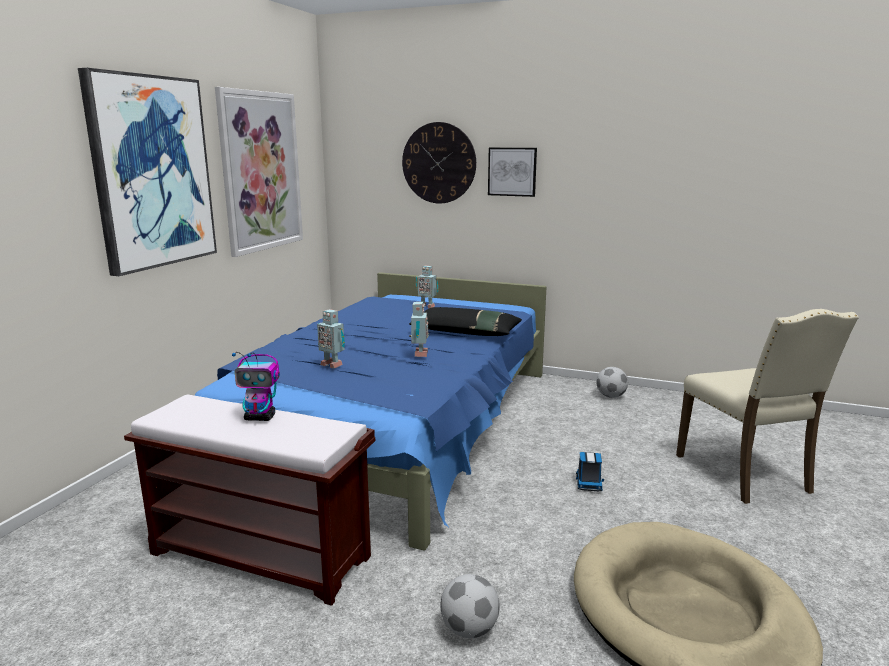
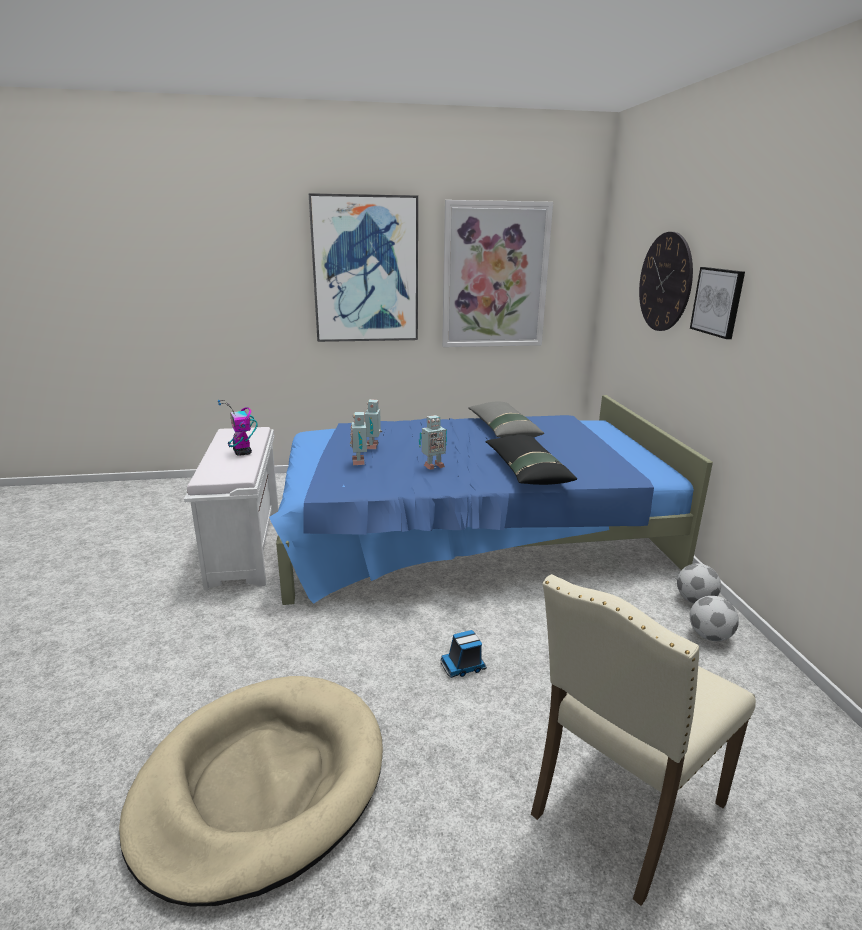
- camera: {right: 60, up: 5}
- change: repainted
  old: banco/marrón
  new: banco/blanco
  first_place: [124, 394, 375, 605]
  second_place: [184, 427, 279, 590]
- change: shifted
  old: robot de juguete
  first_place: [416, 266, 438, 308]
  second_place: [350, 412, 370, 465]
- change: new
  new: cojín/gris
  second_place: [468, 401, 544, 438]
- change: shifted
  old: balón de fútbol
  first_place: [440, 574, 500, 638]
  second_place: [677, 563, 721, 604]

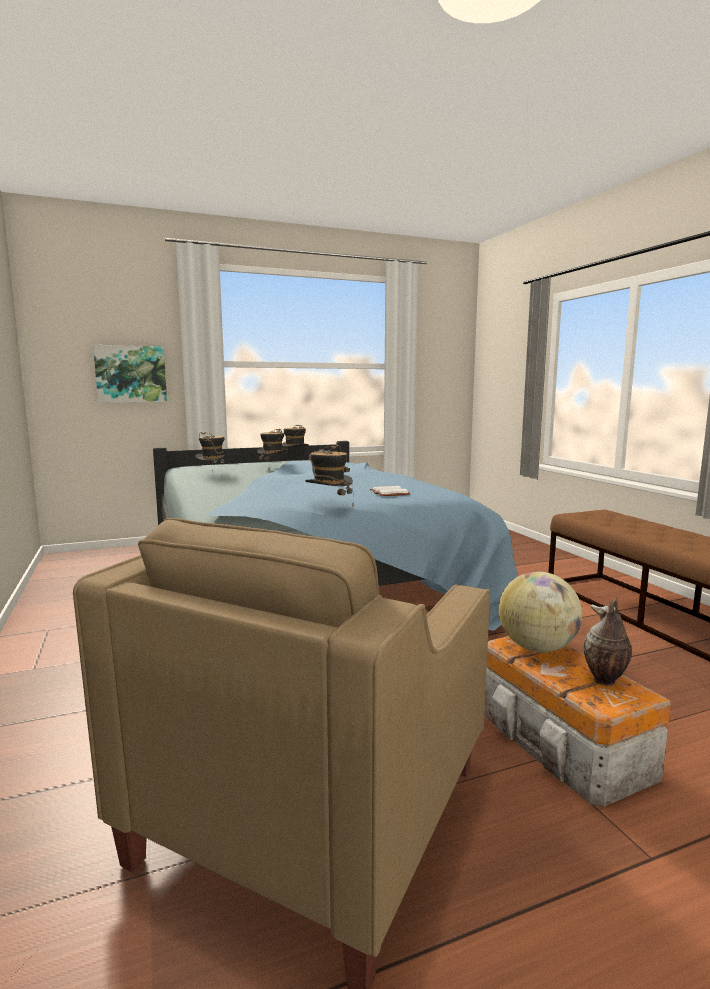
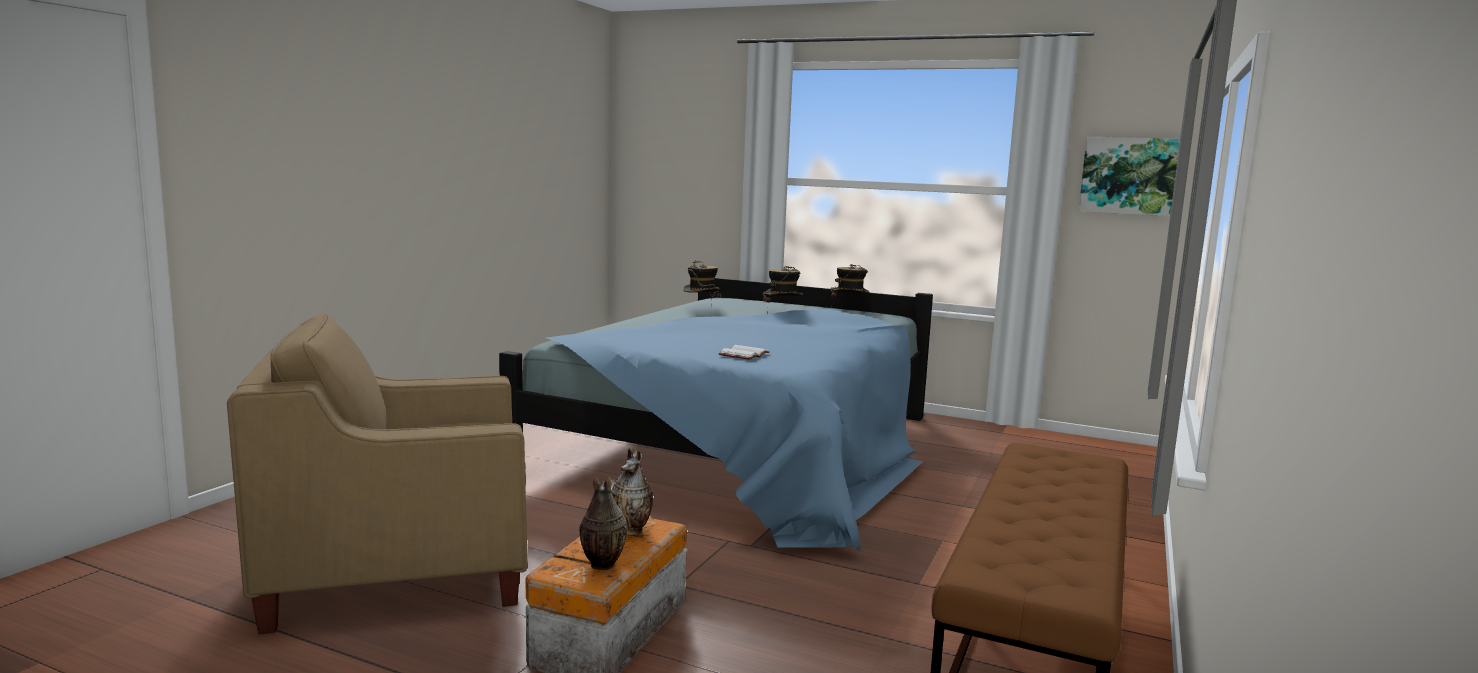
- camera: {right: 45, up: 0}
- change: swapped
  old: globo terráqueo
  new: florero
  first_place: [499, 571, 582, 652]
  second_place: [611, 448, 653, 535]
- change: shifted
  old: cuadro
  first_place: [93, 345, 167, 403]
  second_place: [1079, 137, 1180, 216]
- change: gone
  old: sombrero
  first_place: [305, 445, 353, 506]

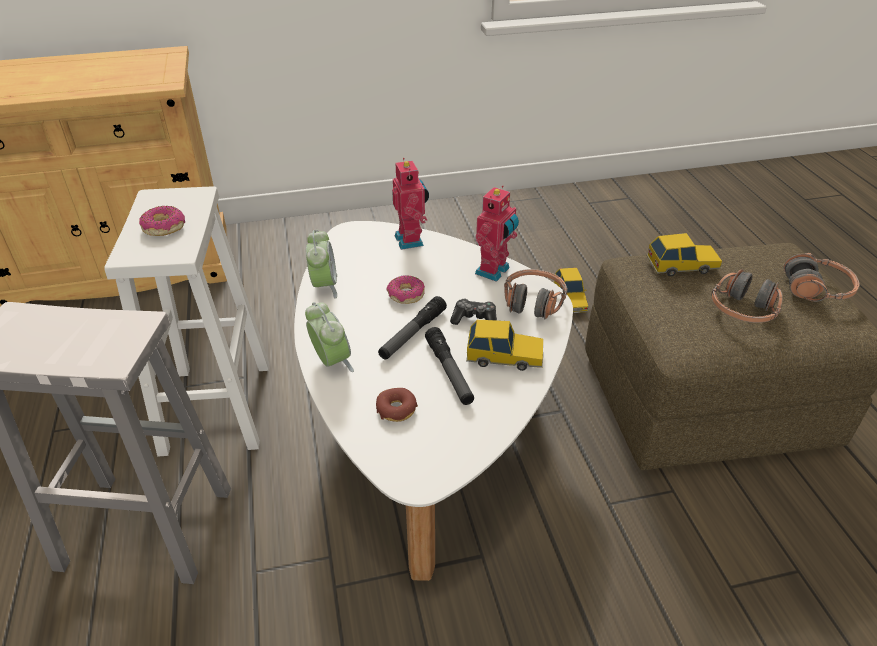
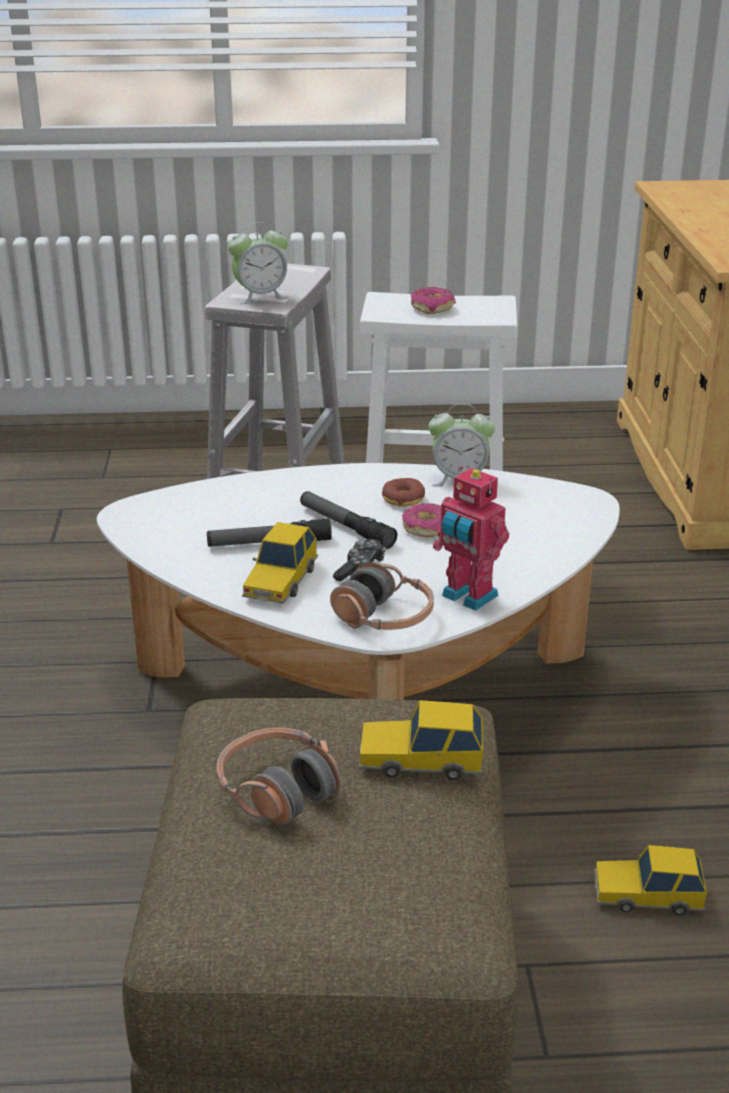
- camera: {right: 100, up: -10}
- change: shifted
  old: despertador
  first_place: [305, 302, 354, 372]
  second_place: [228, 222, 289, 304]
- change: rotated
  old: coche de juguete
  first_place: [646, 233, 722, 276]
  second_place: [359, 700, 483, 780]
  degrees: 90
- change: shifted
  old: rosquilla
  first_place: [376, 388, 418, 422]
  second_place: [382, 478, 425, 506]
- change: gone
  old: robot de juguete
  first_place: [392, 158, 429, 250]
- change: gone
  old: auriculares
  first_place: [784, 253, 859, 302]

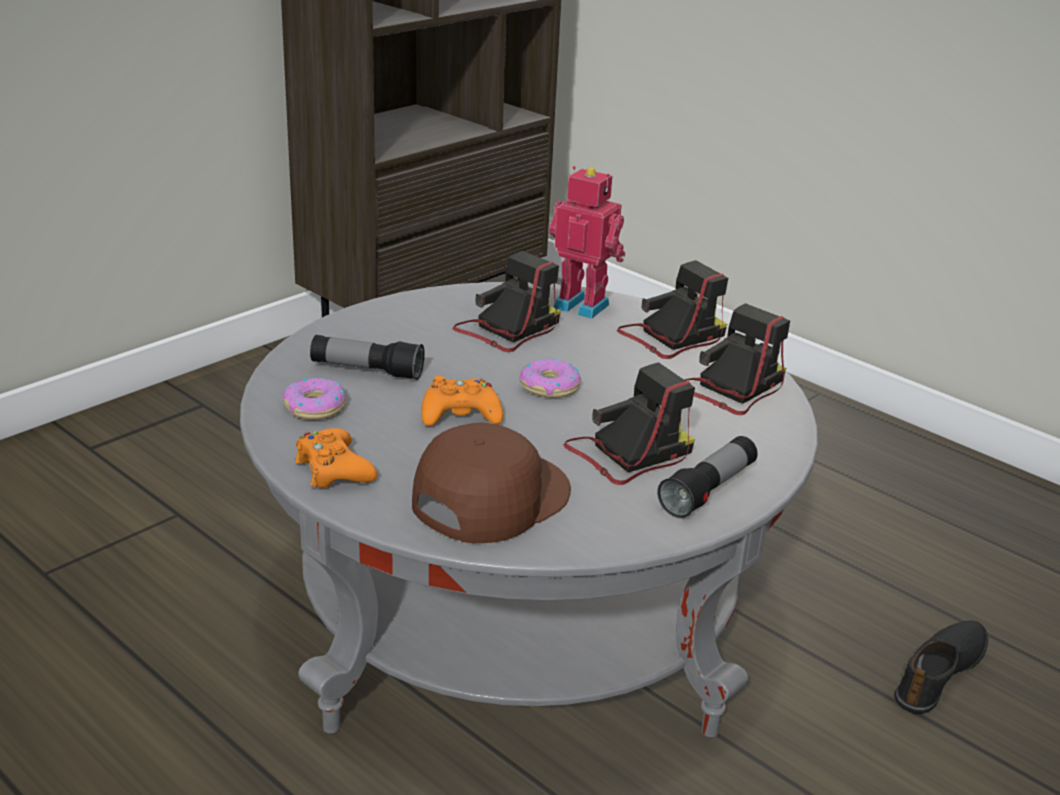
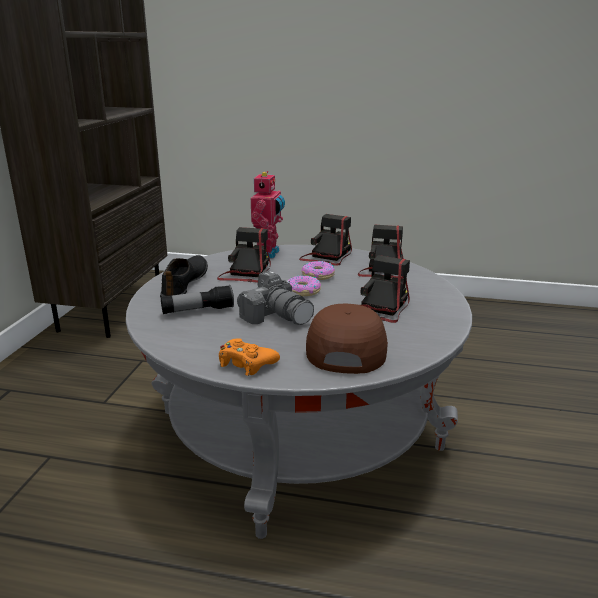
- camera: {right: -30, up: -5}
- change: shifted
  old: zapato/negro
  first_place: [894, 620, 988, 714]
  second_place: [160, 255, 208, 298]
- change: swapped
  old: mando de consola/naranja
  new: cámara
  first_place: [421, 376, 503, 426]
  second_place: [237, 271, 314, 325]
- change: rotated
  old: robot de juguete
  first_place: [549, 166, 625, 319]
  second_place: [251, 171, 285, 259]
  degrees: 105
- change: shifted
  old: rosquilla
  first_place: [282, 378, 346, 420]
  second_place: [301, 261, 335, 280]
- change: gone
  old: linterna
  first_place: [657, 436, 758, 518]

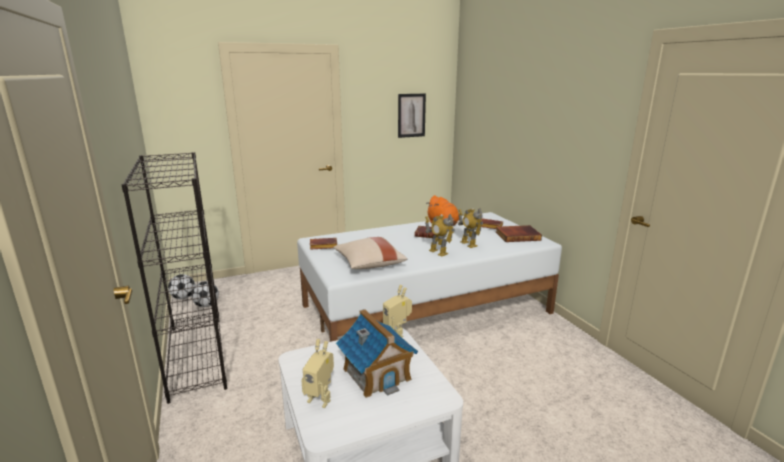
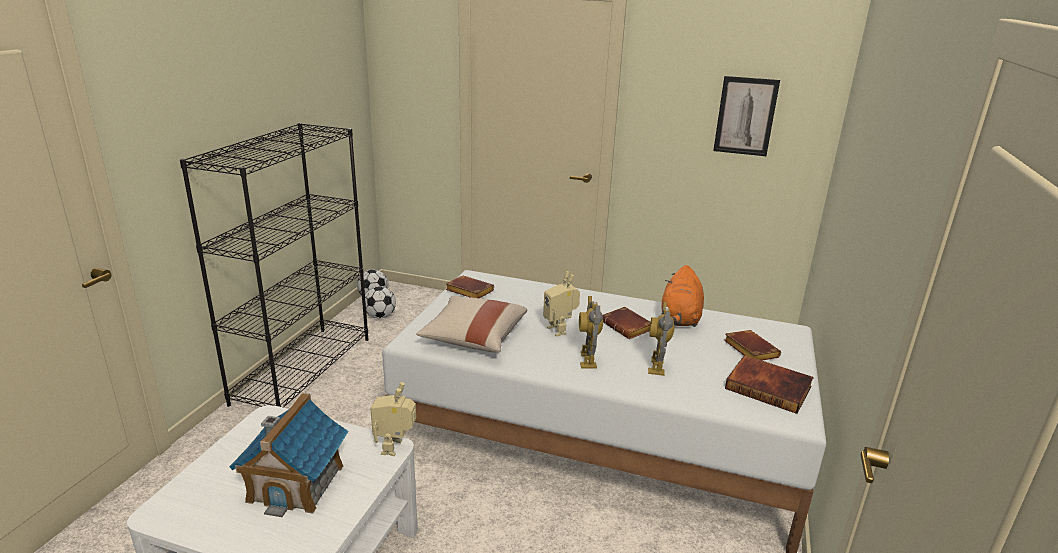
- camera: {right: 40, up: 5}
- change: shifted
  old: robot de juguete
  first_place: [301, 339, 334, 408]
  second_place: [543, 271, 580, 337]

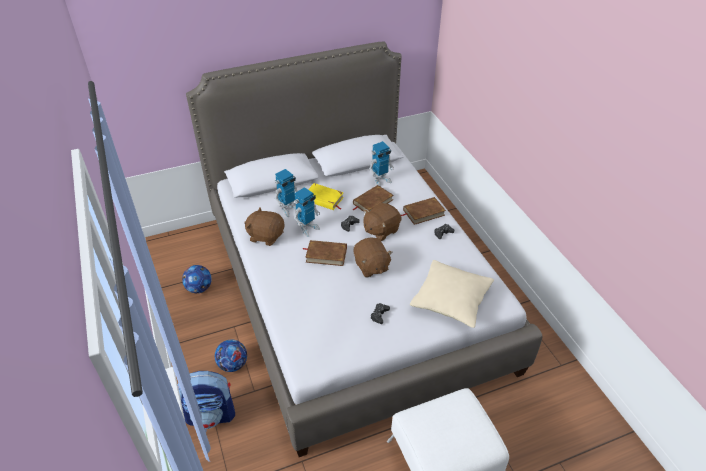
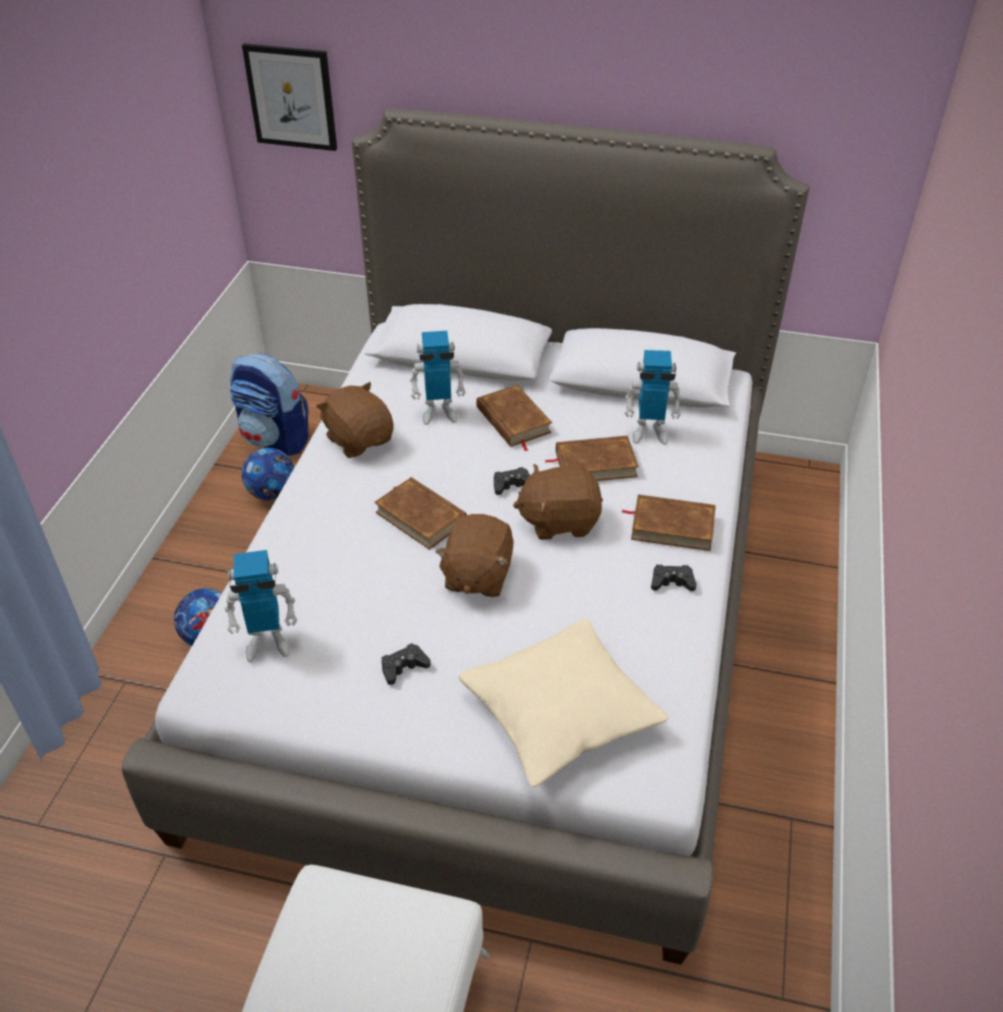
- camera: {right: 35, up: 0}
- change: shifted
  old: robot de juguete
  first_place: [294, 187, 320, 237]
  second_place: [225, 550, 297, 662]
- change: shifted
  old: mochila
  first_place: [178, 371, 235, 429]
  second_place: [230, 353, 309, 456]
- change: new
  new: cuadro
  second_place: [242, 44, 337, 151]
- change: repainted
  old: libro/amarillo
  new: libro/marrón
  first_place: [308, 183, 344, 210]
  second_place: [476, 385, 552, 452]

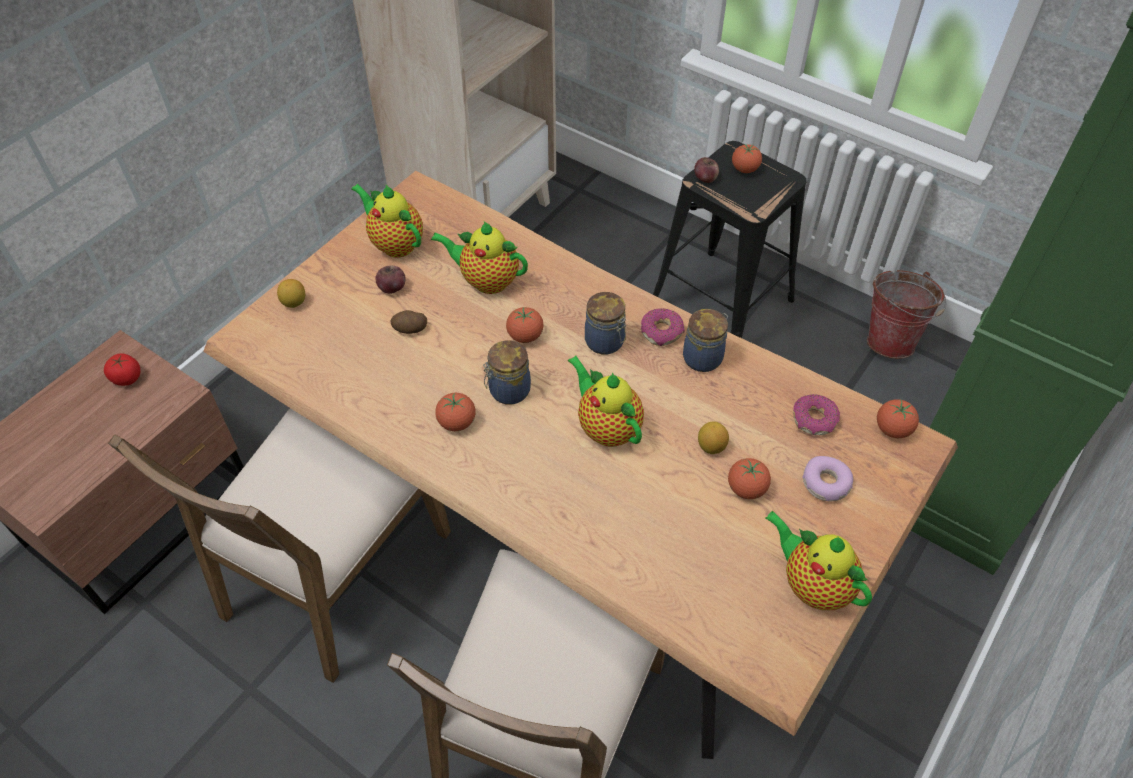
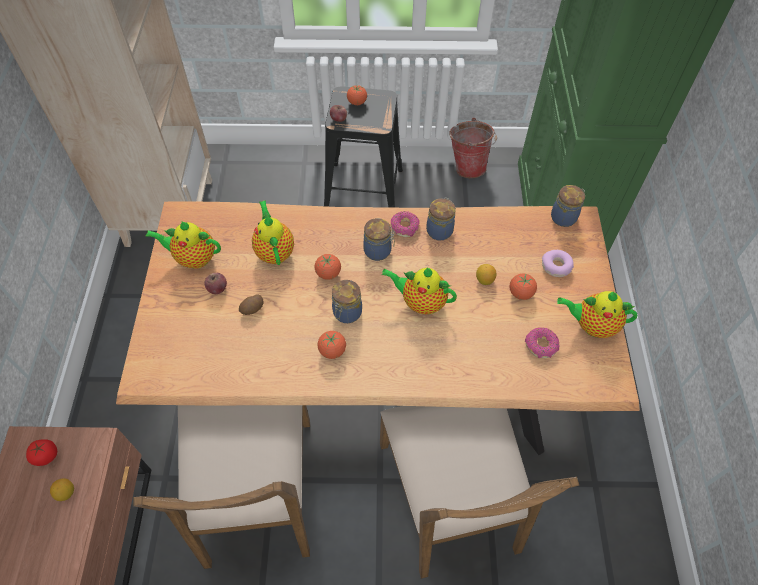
- camera: {right: -35, up: 5}
- change: shifted
  old: limón
  first_place: [277, 279, 305, 308]
  second_place: [50, 478, 74, 501]
- change: rotated
  old: tetera
  first_place: [431, 221, 528, 294]
  second_place: [252, 200, 294, 265]
  degrees: 90
- change: shifted
  old: rosquilla
  first_place: [793, 394, 840, 435]
  second_place: [525, 328, 559, 359]
- change: swapped
  old: tomate
  new: tarro
  first_place: [877, 399, 919, 438]
  second_place: [551, 185, 585, 227]

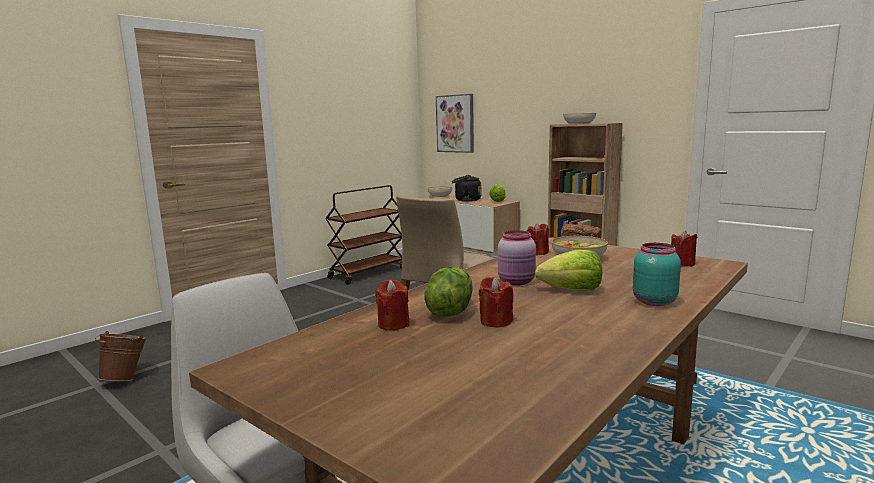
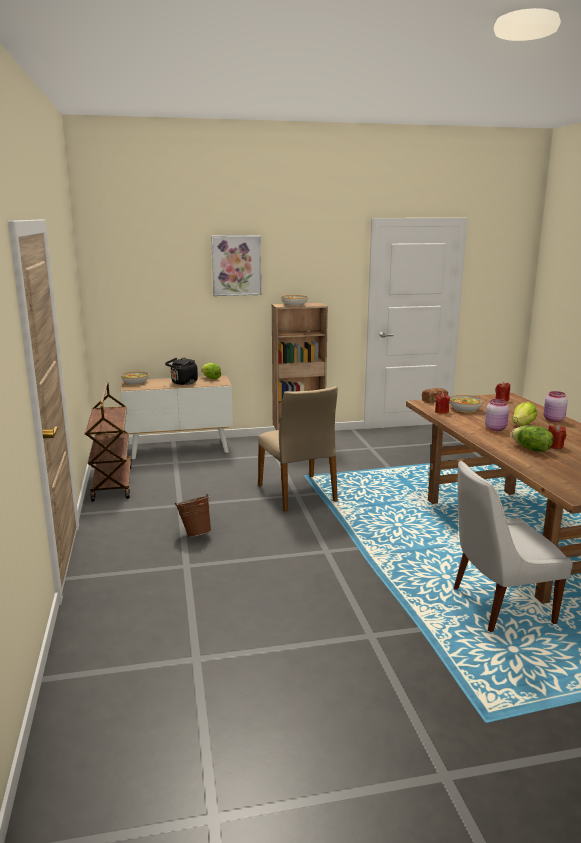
- camera: {right: -55, up: 5}
- change: shifted
  old: cubo/marrón
  first_place: [95, 331, 147, 381]
  second_place: [175, 494, 212, 537]
- change: shifted
  old: cuadro
  first_place: [436, 94, 474, 153]
  second_place: [211, 235, 261, 296]
- change: repainted
  old: tarro/turquesa
  new: tarro/rosa
  first_place: [633, 243, 681, 306]
  second_place: [544, 391, 568, 422]
- change: gone
  old: vela/rojo
  first_place: [375, 279, 410, 330]

